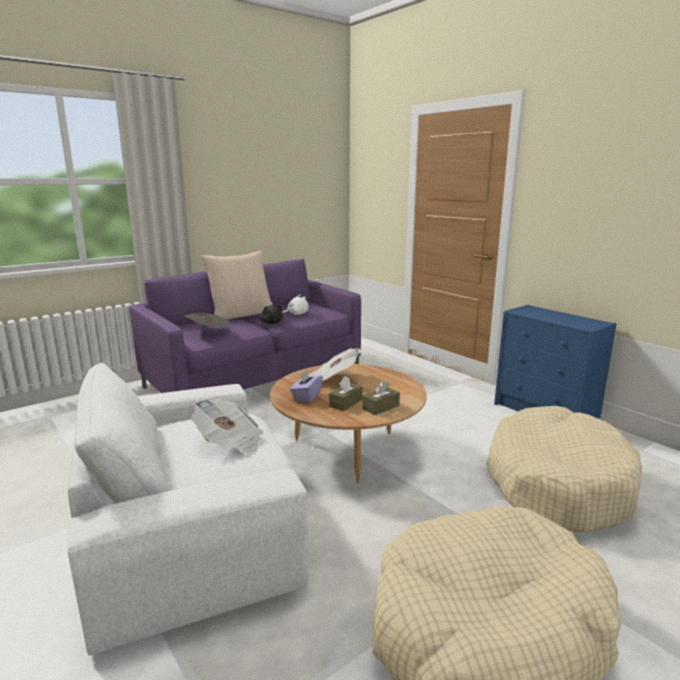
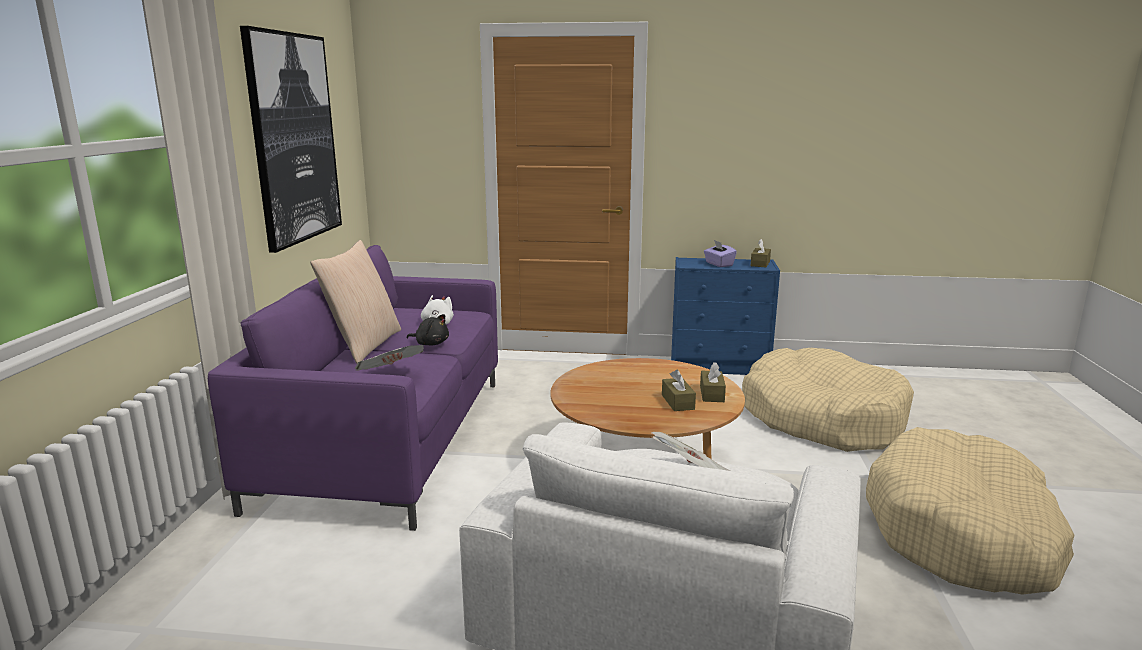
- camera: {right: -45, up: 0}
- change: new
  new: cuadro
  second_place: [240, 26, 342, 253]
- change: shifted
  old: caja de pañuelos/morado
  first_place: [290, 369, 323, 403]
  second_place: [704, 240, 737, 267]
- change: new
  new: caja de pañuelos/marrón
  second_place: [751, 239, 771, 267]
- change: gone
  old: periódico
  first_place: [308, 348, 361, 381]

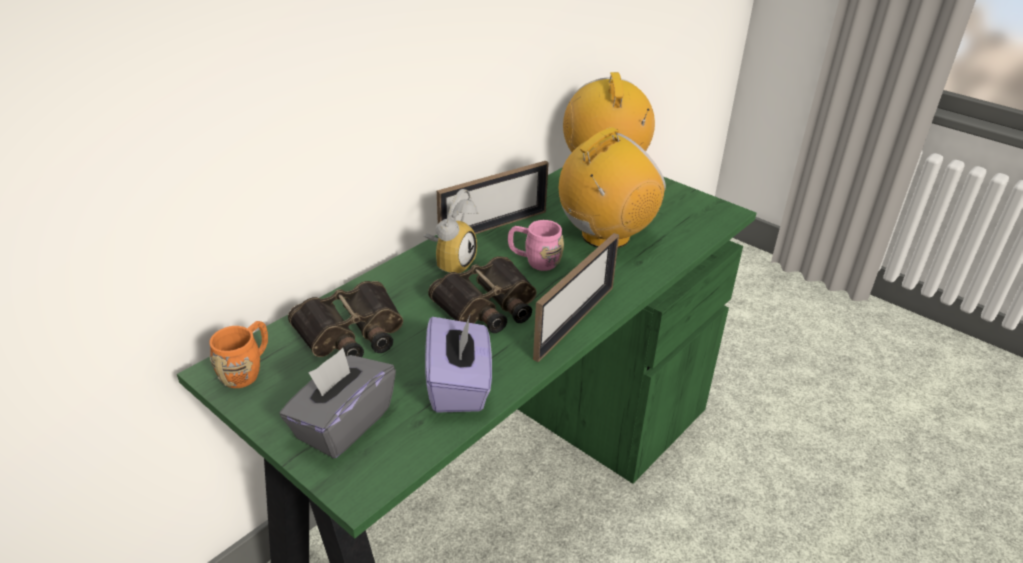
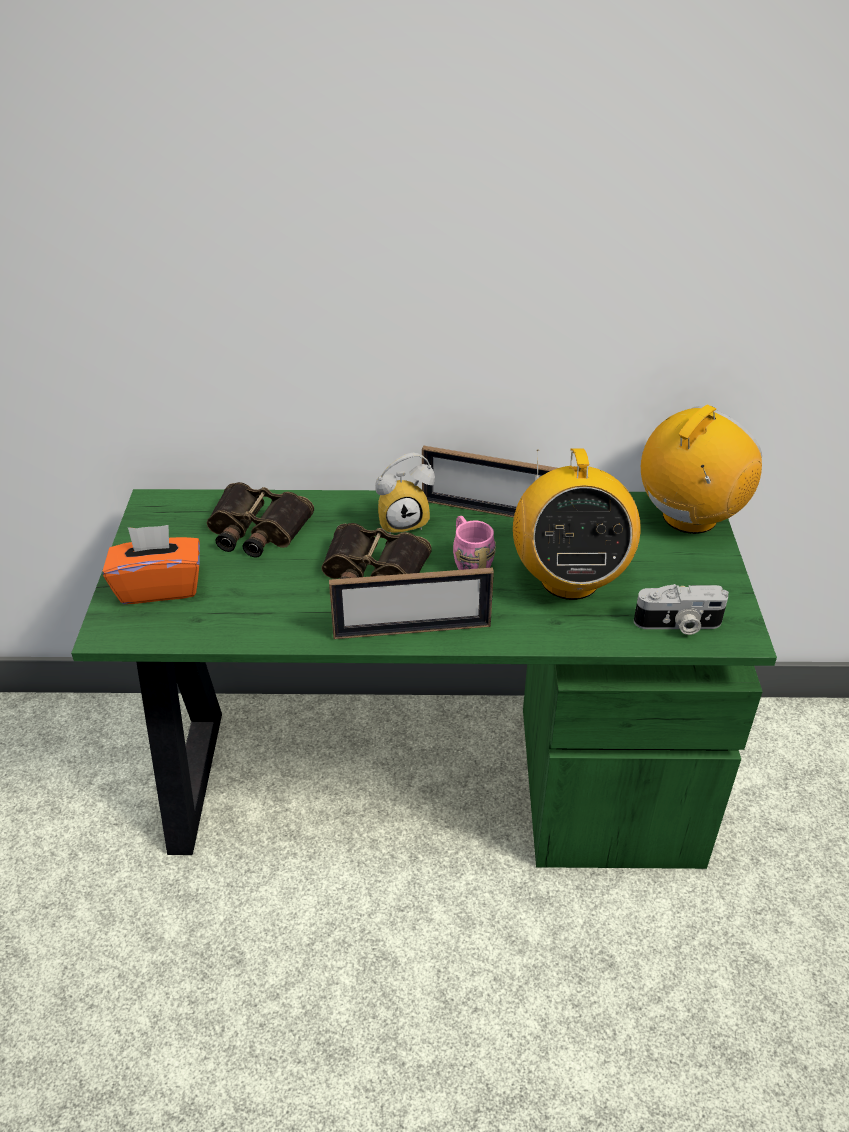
- camera: {right: 50, up: 5}
- change: repainted
  old: caja de pañuelos/gris
  new: caja de pañuelos/naranja
  first_place: [279, 348, 396, 458]
  second_place: [103, 525, 200, 604]
- change: rotated
  old: radio
  first_place: [559, 127, 666, 248]
  second_place: [513, 448, 641, 600]
  degrees: 75
- change: new
  new: cámara
  second_place: [634, 584, 729, 635]
- change: gone
  old: taza grande/naranja
  first_place: [209, 321, 268, 388]
- change: gone
  old: caja de pañuelos/morado
  first_place: [425, 316, 492, 413]

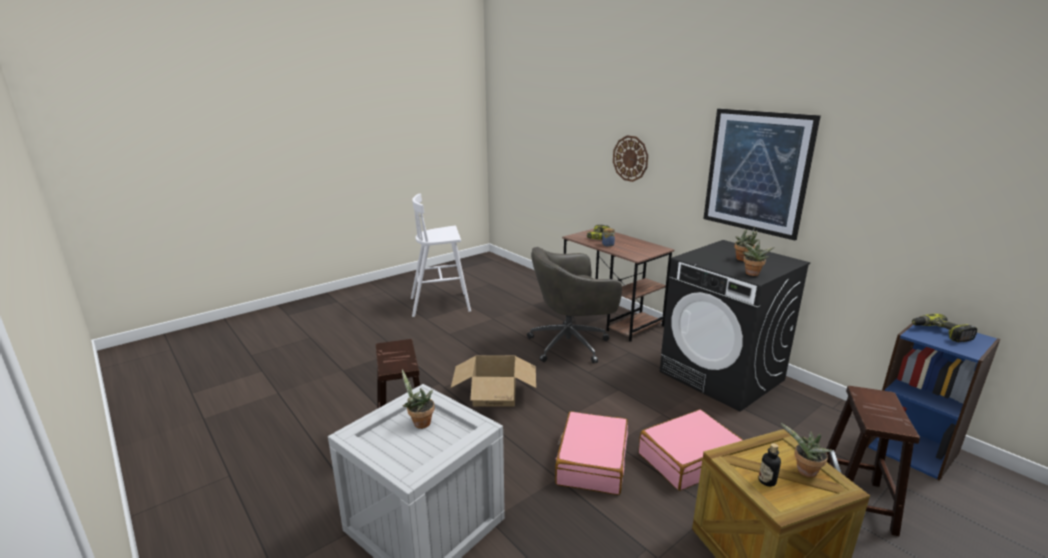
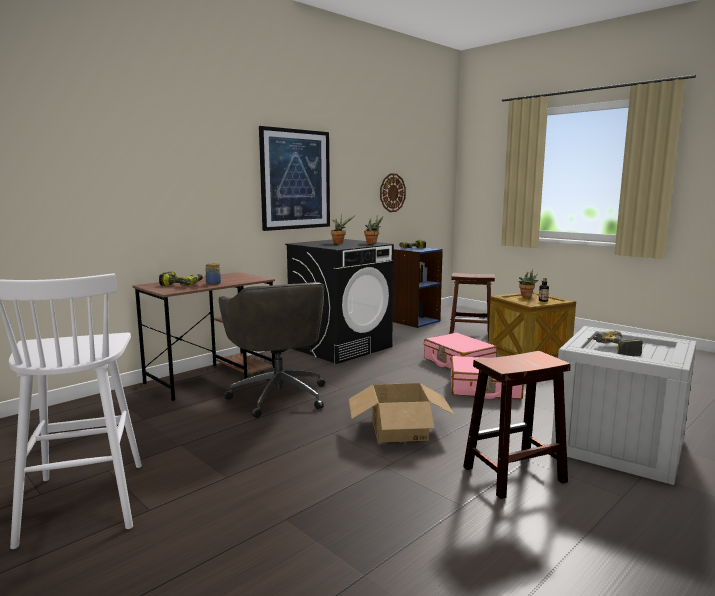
- camera: {right: -95, up: -10}
- change: shifted
  old: reloj de pared
  first_place: [613, 135, 648, 182]
  second_place: [380, 174, 406, 212]
- change: swapped
  old: planta en maceta
  new: taladro
  first_place: [402, 370, 435, 429]
  second_place: [588, 331, 643, 356]

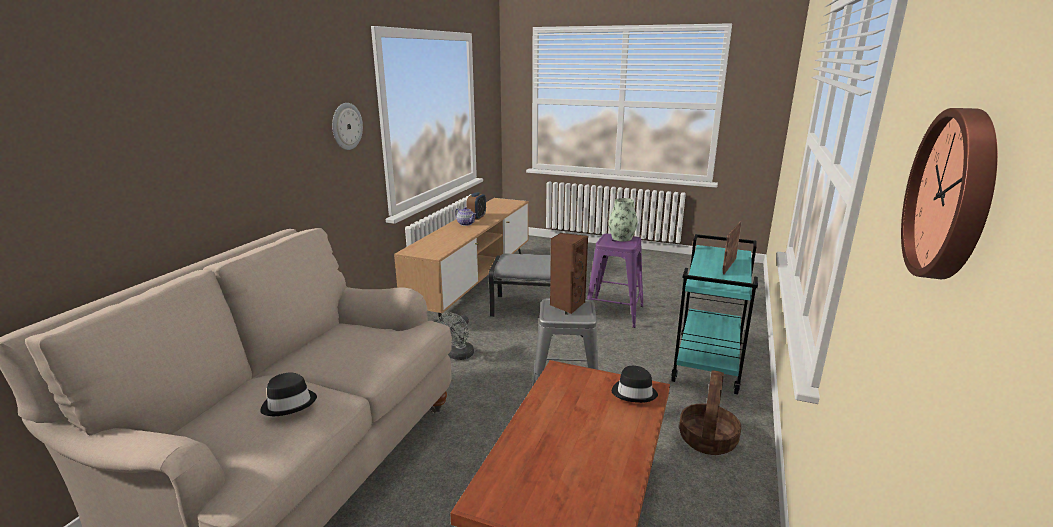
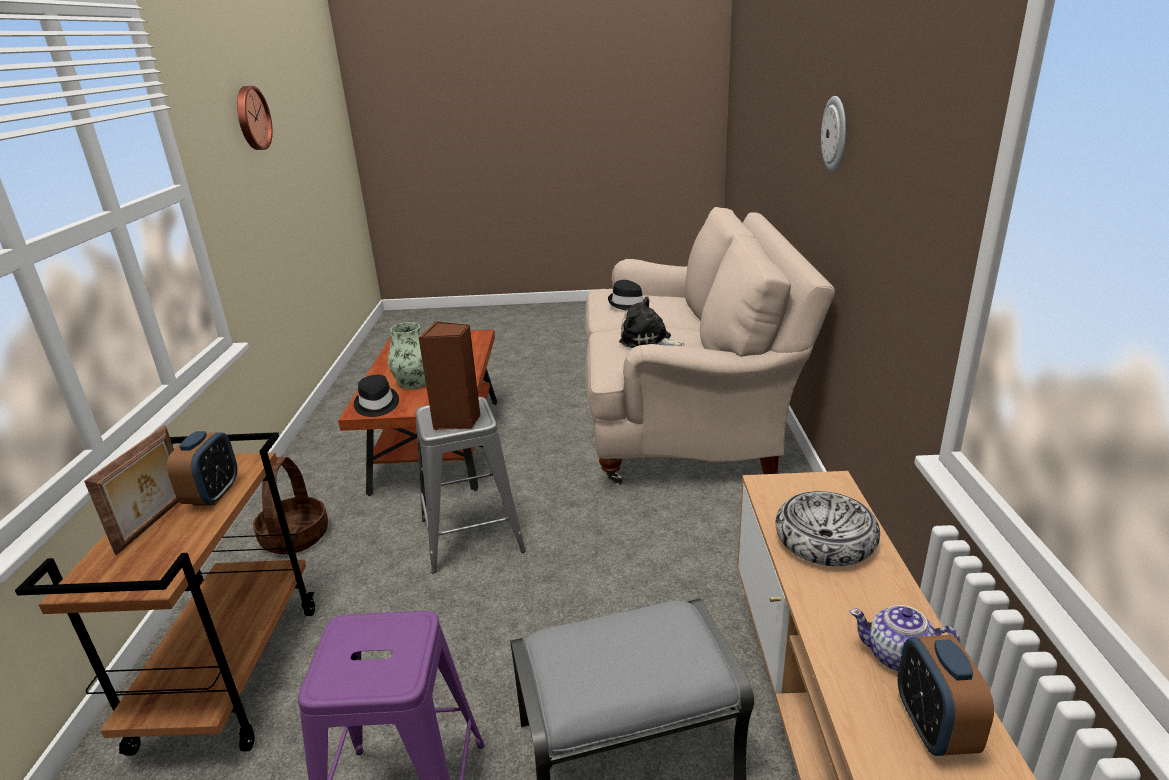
- camera: {right: 160, up: 5}
- change: repainted
  old: carrito/turquesa
  new: carrito/marrón
  first_place: [671, 234, 758, 395]
  second_place: [15, 432, 315, 756]
- change: new
  new: despertador
  second_place: [167, 431, 238, 505]
- change: shifted
  old: florero
  first_place: [608, 198, 638, 242]
  second_place: [388, 322, 426, 390]
- change: new
  new: peluche
  second_place: [619, 296, 684, 348]
- change: new
  new: cuenco
  second_place: [775, 491, 880, 566]
- change: shifted
  old: reloj de pared
  first_place: [332, 103, 363, 150]
  second_place: [821, 96, 846, 172]
- change: gone
  old: ventilador/gris
  first_place: [437, 313, 474, 360]

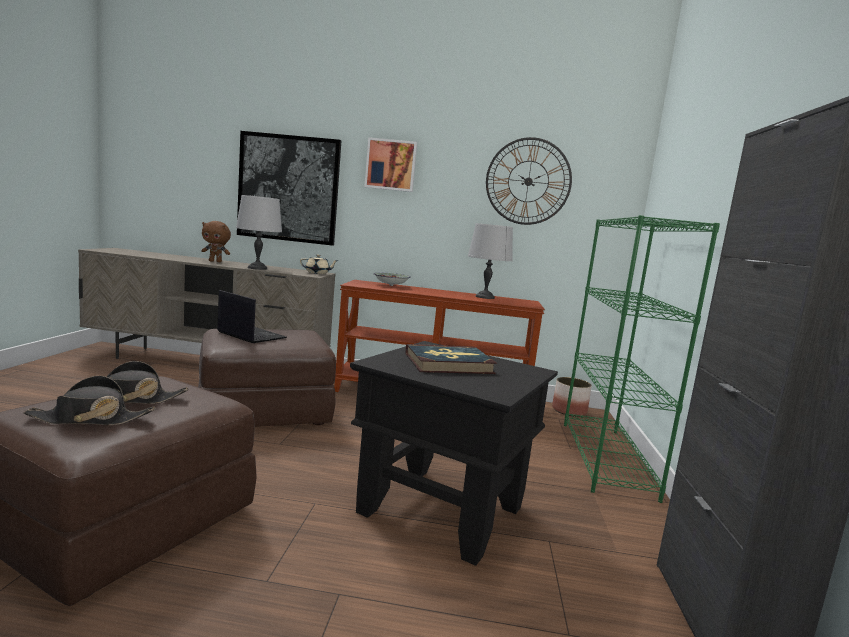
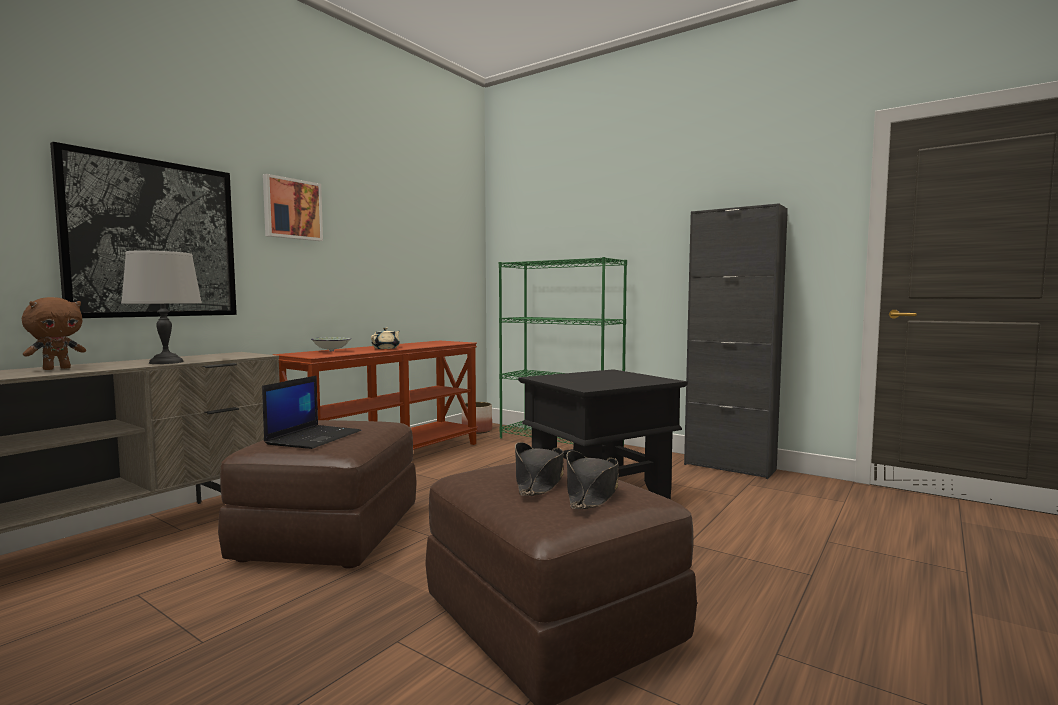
- camera: {right: -60, up: -5}
- change: rotated
  old: portátil
  first_place: [217, 290, 287, 343]
  second_place: [262, 376, 361, 449]
  degrees: 135
- change: shifted
  old: tetera/beis
  first_place: [300, 254, 339, 274]
  second_place: [371, 327, 400, 349]
- change: gone
  old: libro
  first_place: [405, 344, 497, 374]
- change: gone
  old: lámpara de mesa/gris
  first_place: [468, 223, 513, 299]
- change: gone
  old: reloj de pared
  first_place: [486, 137, 572, 225]

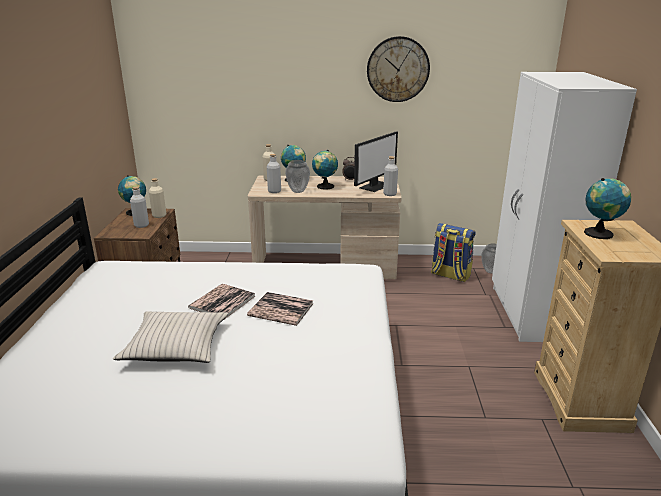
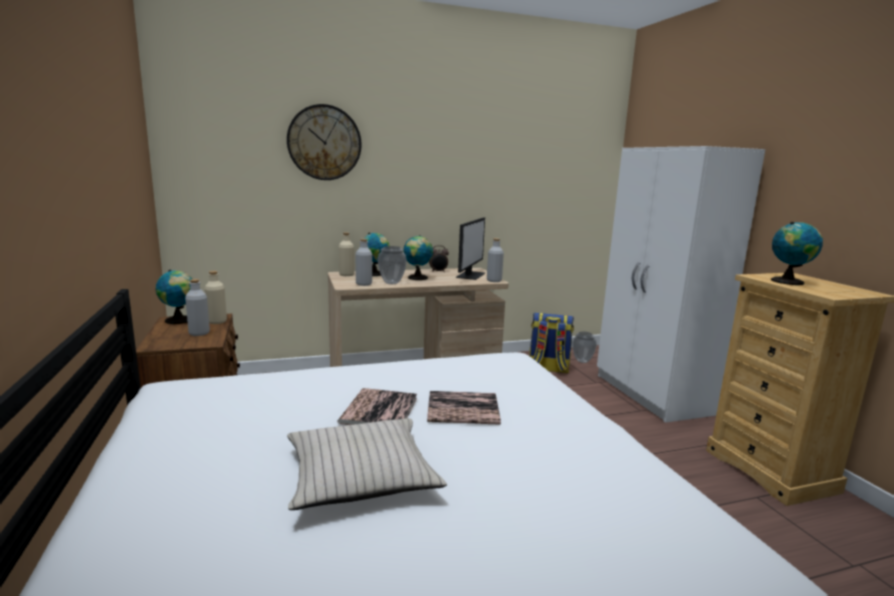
- camera: {right: -20, up: -10}
- change: shifted
  old: reloj de pared
  first_place: [367, 36, 430, 102]
  second_place: [287, 104, 361, 180]

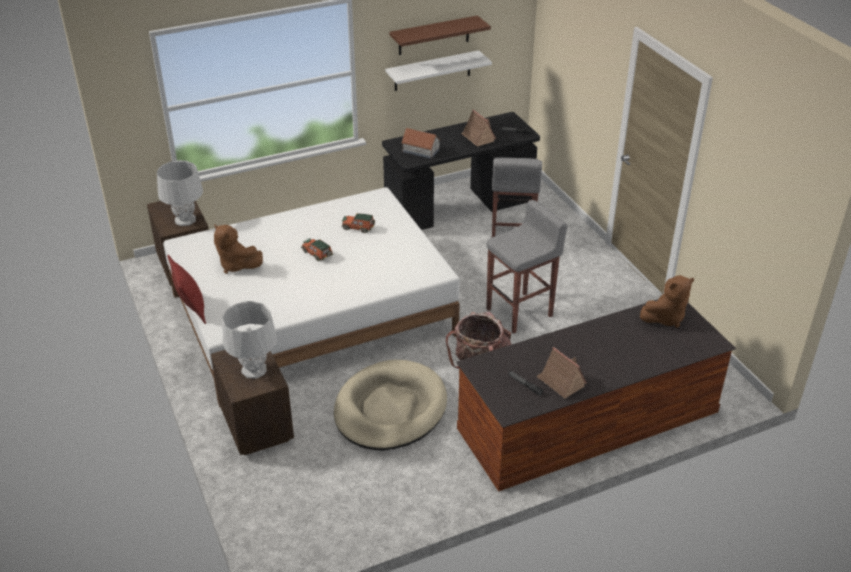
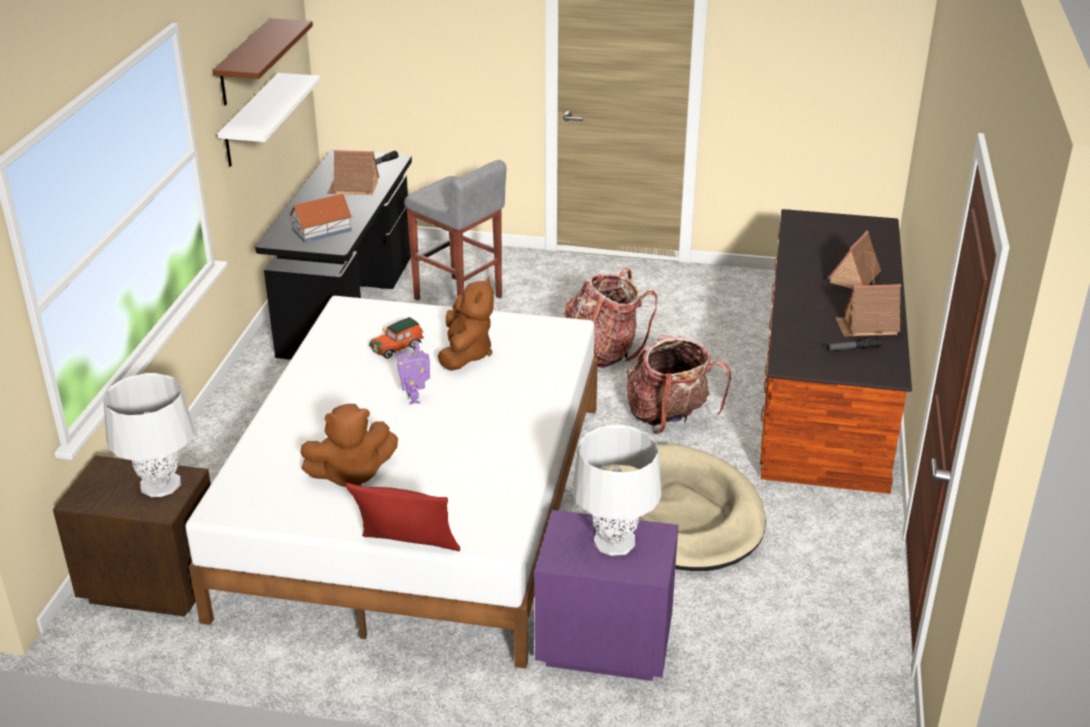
- camera: {right: -55, up: -5}
- change: swapped
  old: coche de juguete
  new: robot de juguete
  first_place: [301, 238, 333, 261]
  second_place: [396, 341, 430, 404]
- change: shifted
  old: peluche/marrón
  first_place: [640, 275, 694, 328]
  second_place: [438, 277, 494, 371]
- change: repainted
  old: mesita de noche/marrón
  new: mesita de noche/morado
  first_place: [211, 350, 294, 455]
  second_place: [534, 510, 678, 681]
- change: swapped
  old: taburete/gris
  new: mochila
  first_place: [486, 200, 567, 334]
  second_place: [564, 268, 657, 368]
- change: new
  new: casita
  second_place: [828, 231, 881, 289]

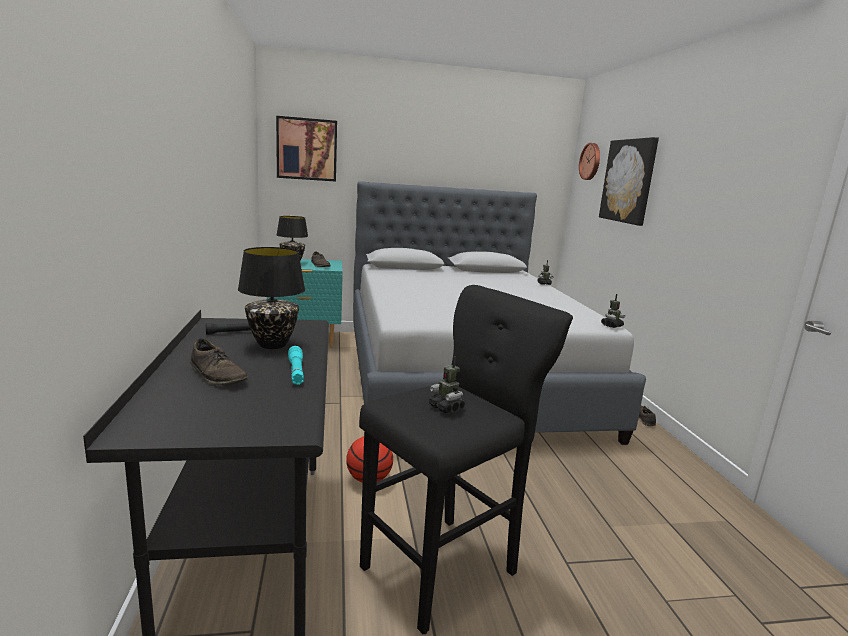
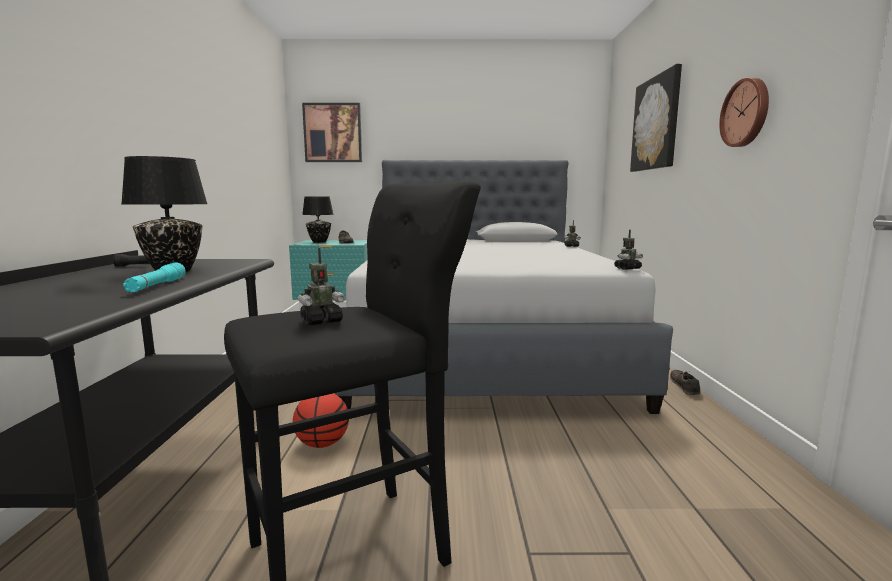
- camera: {right: 10, up: -5}
- change: rotated
  old: robot de juguete
  first_place: [429, 356, 466, 414]
  second_place: [298, 248, 345, 325]
  degrees: -90
- change: shifted
  old: reloj de pared
  first_place: [579, 143, 600, 180]
  second_place: [719, 78, 769, 147]
- change: gone
  old: zapato/marrón
  first_place: [191, 339, 248, 385]

